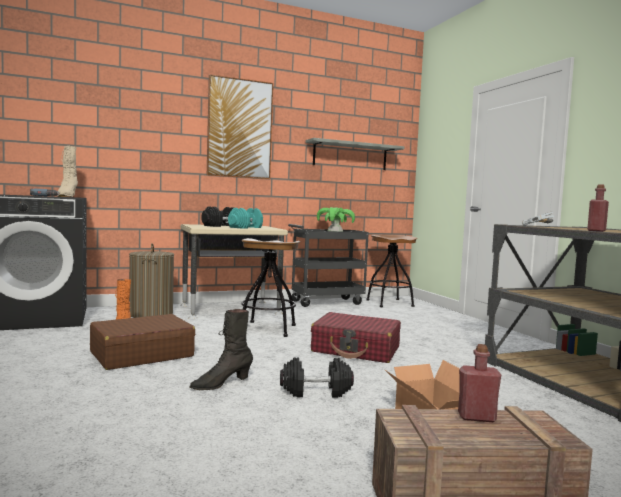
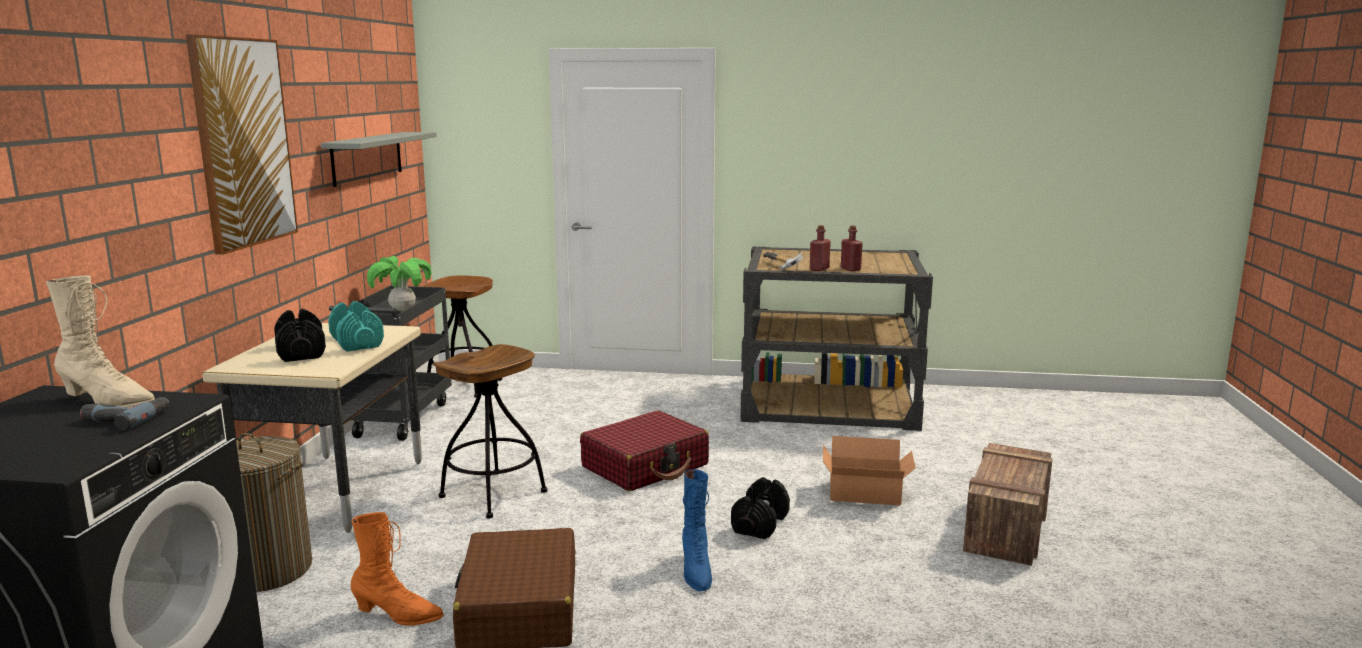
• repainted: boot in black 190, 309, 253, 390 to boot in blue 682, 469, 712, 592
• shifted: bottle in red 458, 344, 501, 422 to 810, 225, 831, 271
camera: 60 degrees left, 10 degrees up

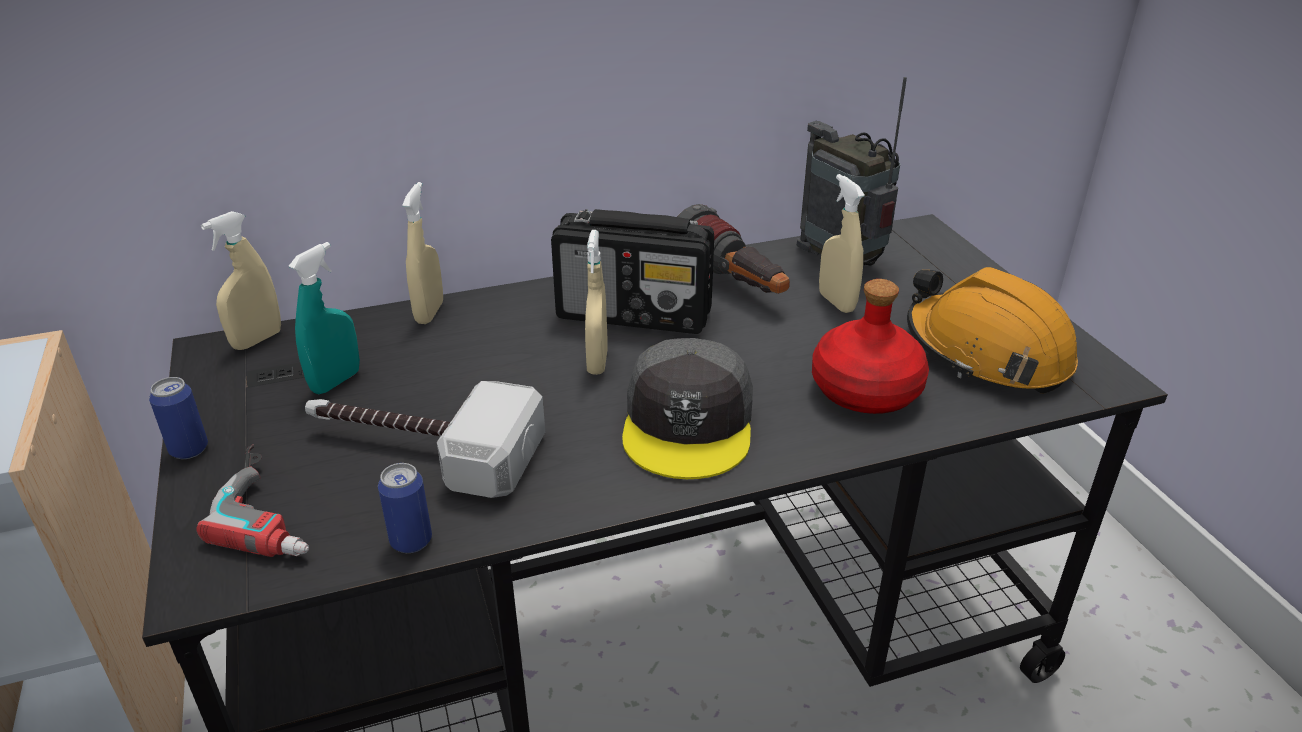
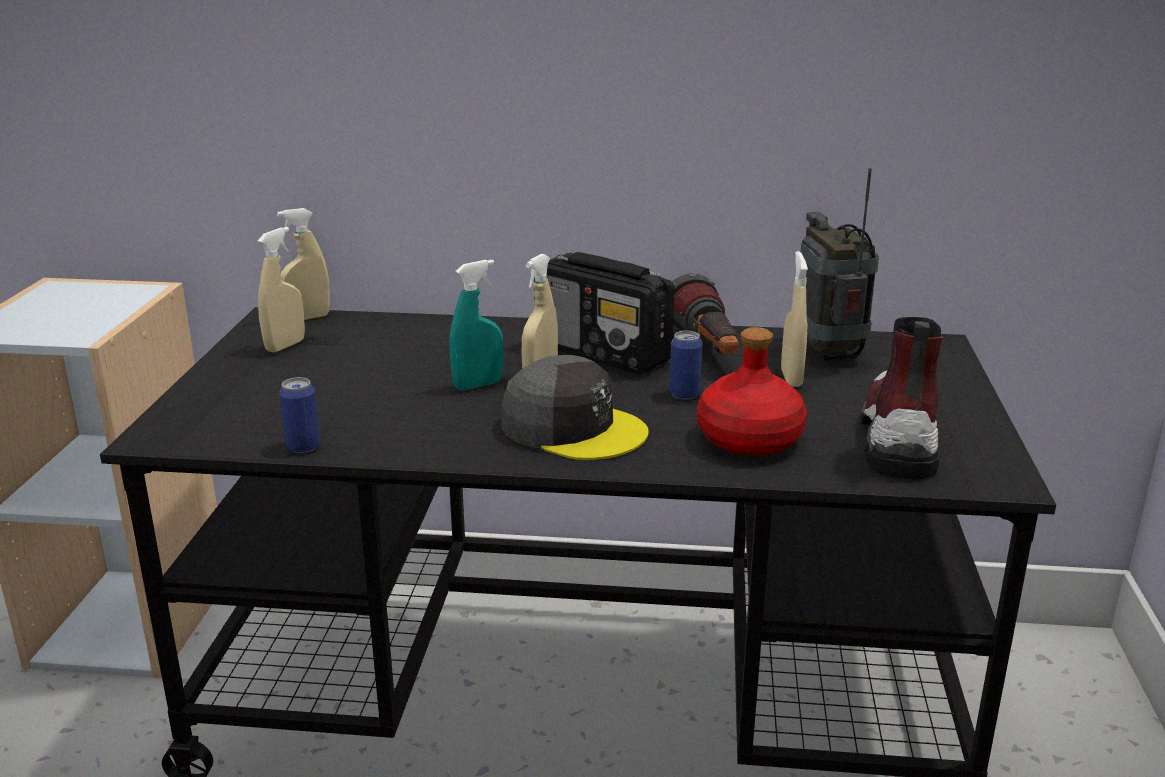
• shifted: can 149, 377, 208, 459 to 669, 331, 702, 400
• gone: power drill 196, 445, 309, 557
• shifted: spray bottle in turquoise 289, 242, 360, 394 to 450, 259, 504, 390
• gone: hammer 305, 381, 545, 498
• shifted: spray bottle in beige 402, 182, 443, 324 to 258, 227, 305, 353
• rotated: cap in grey 622, 338, 753, 479 = 501, 355, 649, 460 90 degrees counterclockwise
• swapped: hard hat in orange 907, 267, 1078, 394 to boot 860, 317, 943, 479
camera: 25 degrees right, 10 degrees down

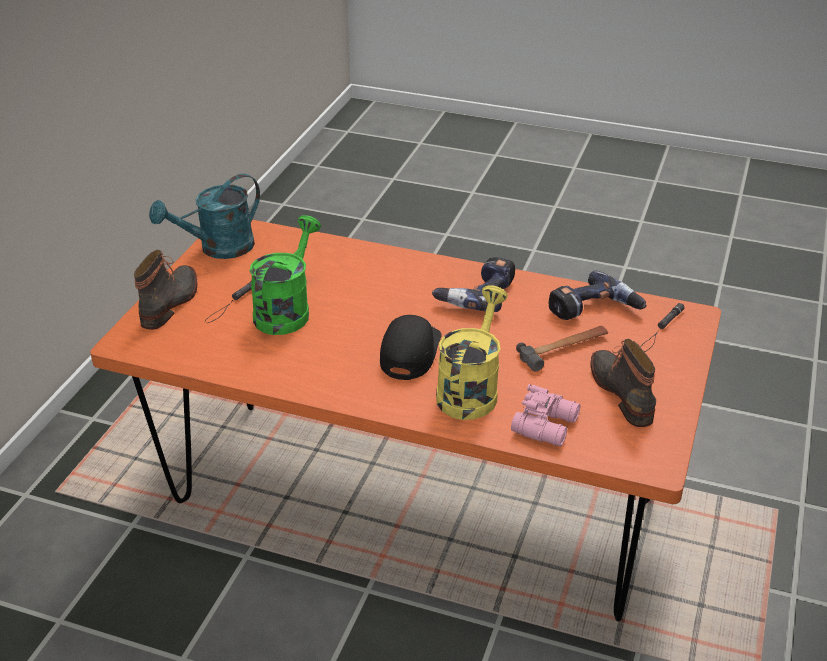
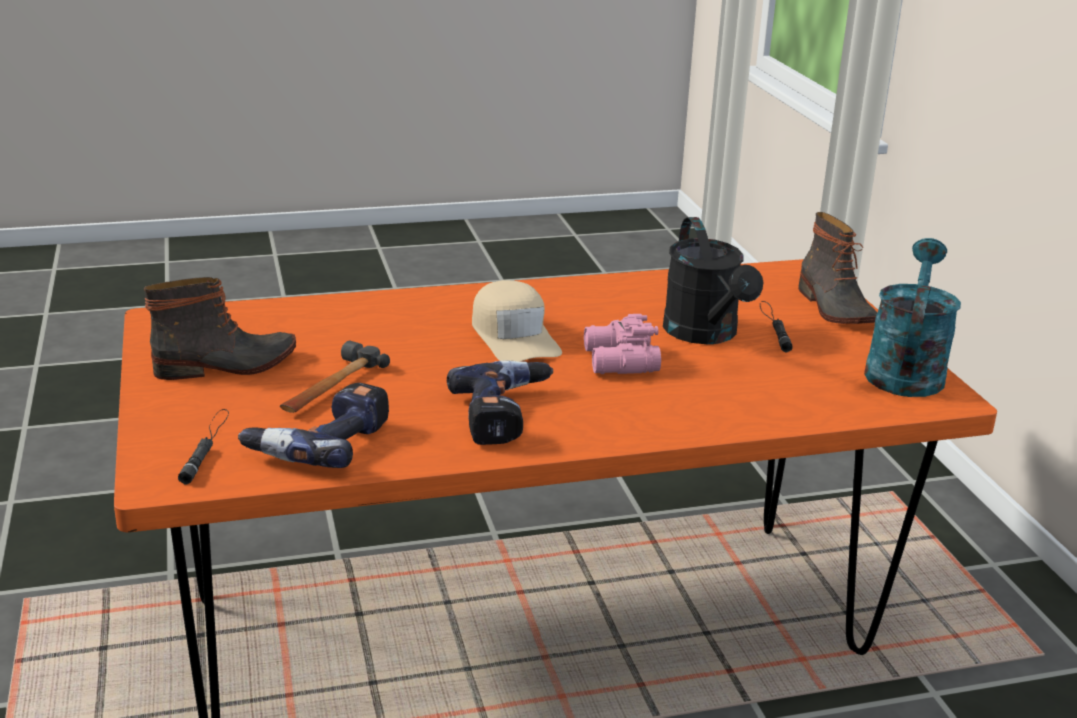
• repainted: watering can in green 250, 215, 321, 335 to watering can in black 663, 217, 763, 344
• repainted: cap in black 380, 315, 442, 380 to cap in beige 472, 280, 562, 361
• gone: watering can in yellow 436, 286, 508, 420
• shifted: binoculars in pink 511, 384, 580, 446 to 584, 314, 661, 374
• rotated: boot 591, 339, 656, 427 = 143, 277, 296, 380 60 degrees counterclockwise
camera: 145 degrees right, 10 degrees down

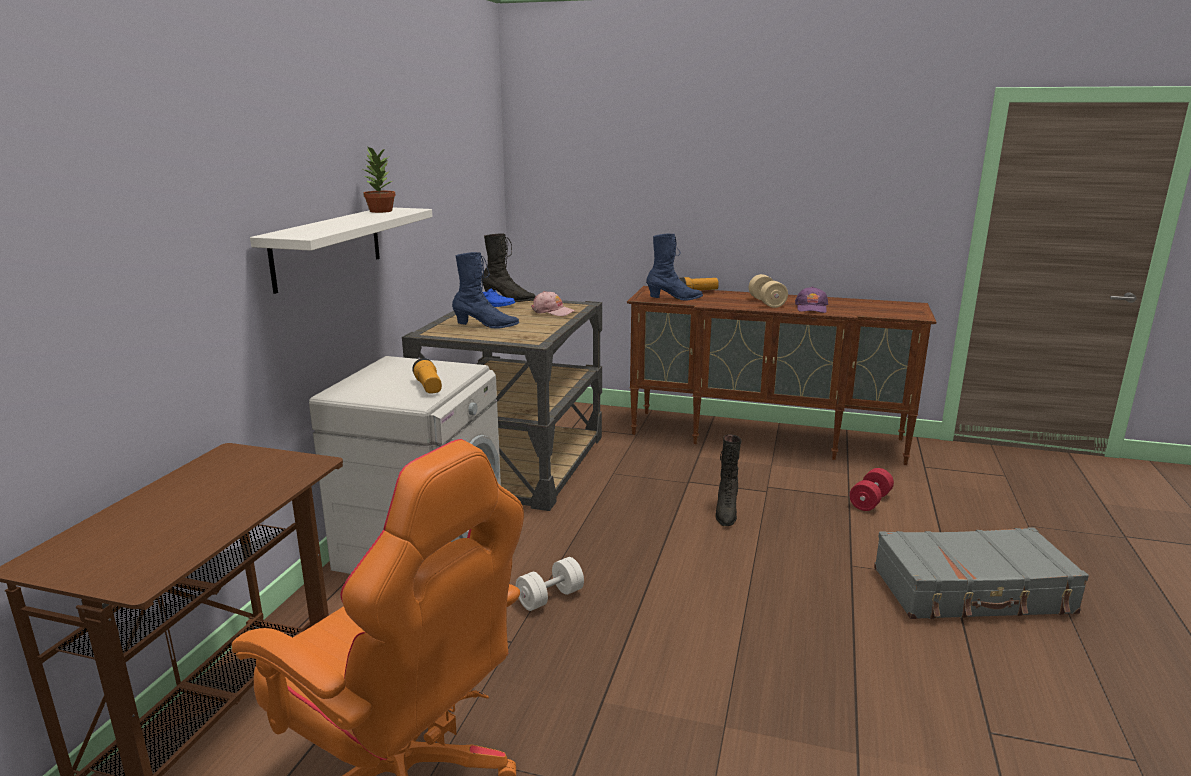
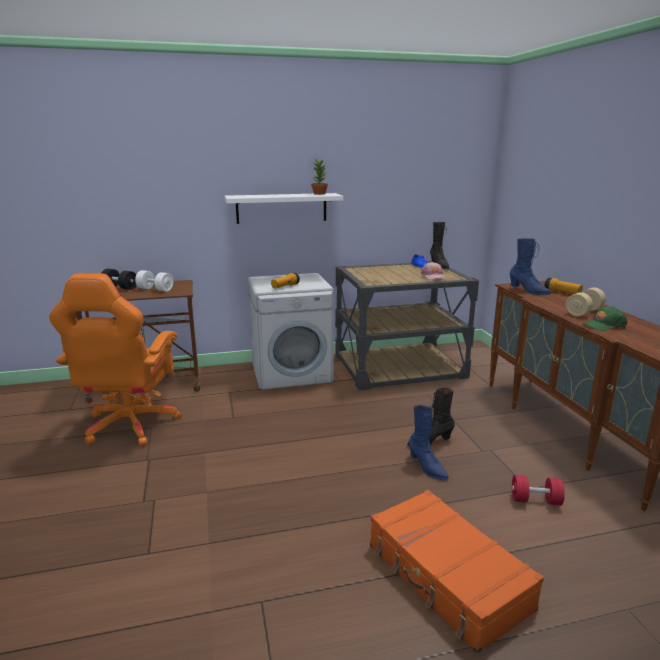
• shifted: boot in blue 452, 252, 519, 329 to 409, 405, 448, 480
• shifted: dumbbell in white 516, 557, 584, 611 to 135, 270, 173, 292
• repainted: cap in purple 795, 286, 828, 313 to cap in green 582, 306, 627, 331
• repainted: suitcase in grey 874, 527, 1089, 619 to suitcase in orange 370, 490, 544, 653
• new: dumbbell in black 102, 269, 137, 290
camera: 60 degrees right, 0 degrees up

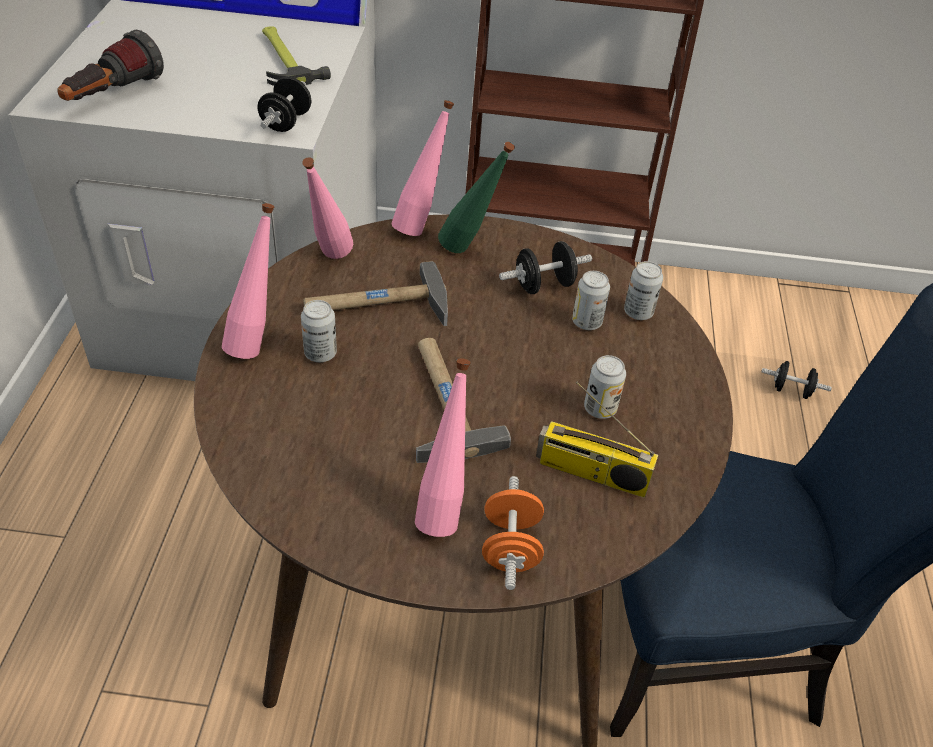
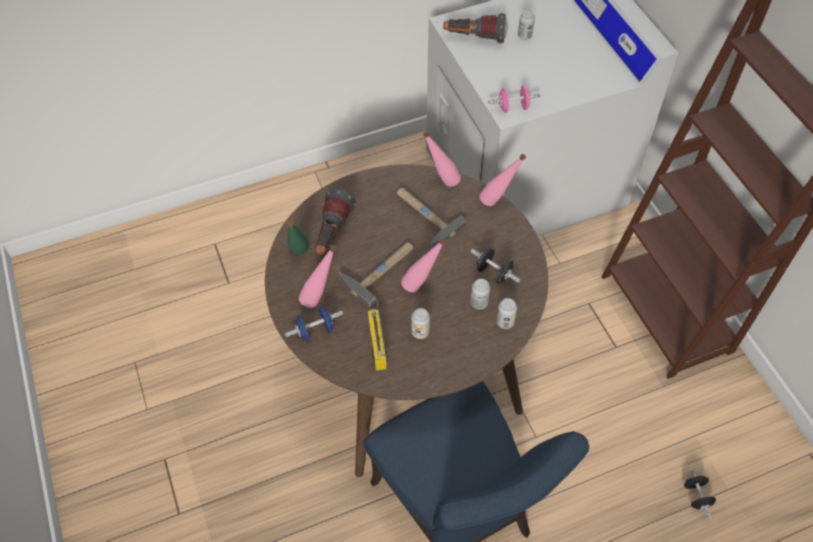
• shifted: bottle in pink 222, 203, 274, 359 to 401, 238, 446, 292
• repainted: dumbbell in black 258, 77, 311, 132 to dumbbell in pink 488, 85, 541, 113
• gone: hammer 262, 26, 331, 86
• shifted: can 301, 300, 337, 362 to 518, 10, 535, 40
• shifted: bottle in green 438, 142, 515, 253 to 287, 220, 309, 255
• repainted: dumbbell in orange 482, 476, 544, 590 to dumbbell in blue 285, 307, 343, 342
• new: flashlight 316, 188, 356, 255
camera: 65 degrees right, 10 degrees up

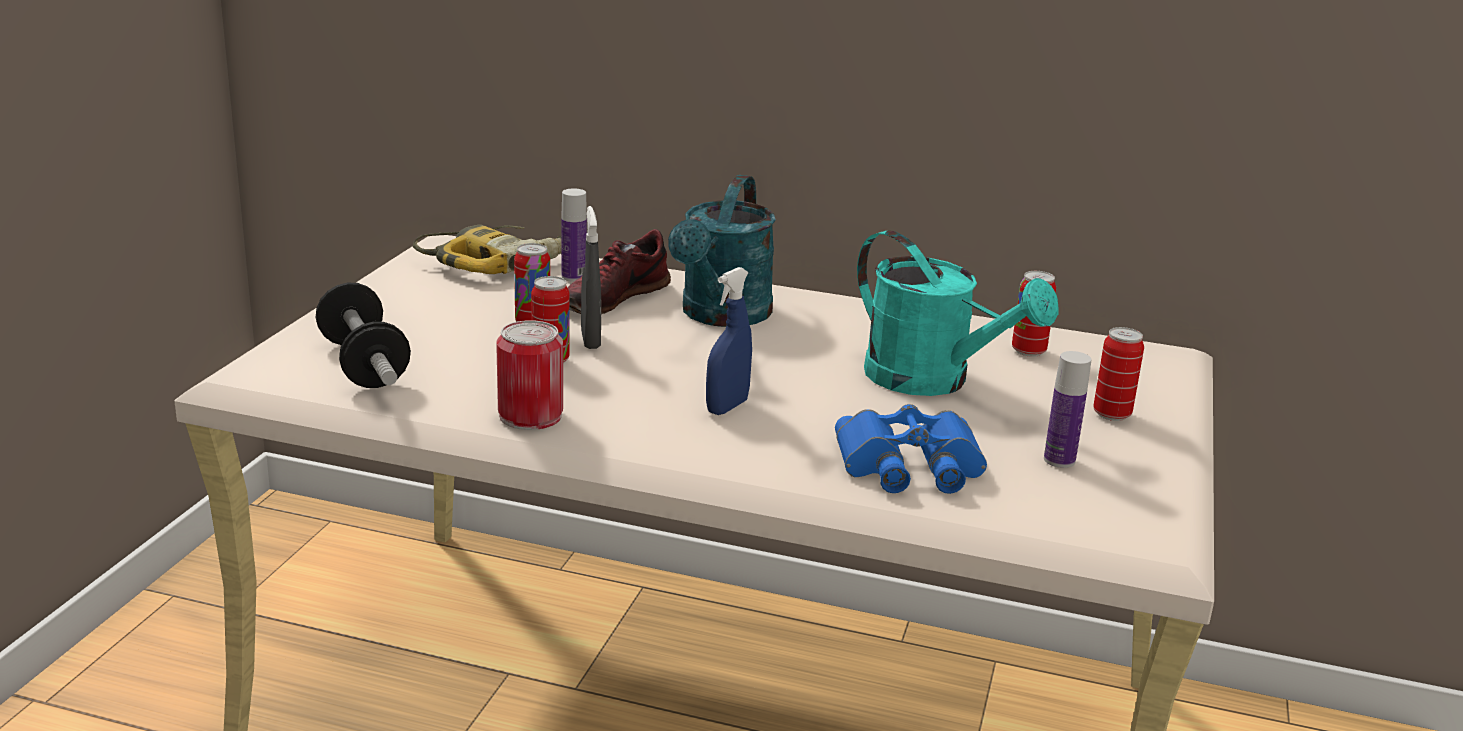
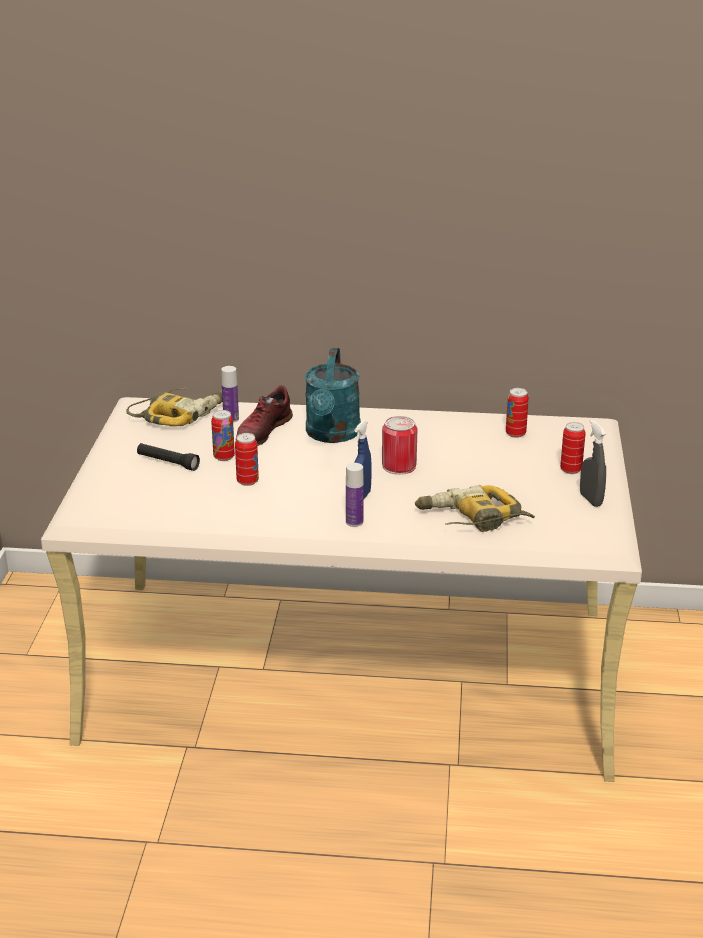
• gone: dumbbell 315, 283, 411, 388
• shifted: can 496, 320, 563, 430 to 382, 416, 418, 475
• shifted: spray bottle in grey 581, 206, 601, 349 to 580, 420, 606, 507
• swapped: binoculars in blue 835, 404, 987, 494 to power drill 415, 485, 535, 532
• gone: watering can in turquoise 857, 230, 1059, 396
• shifted: bottle 1044, 351, 1092, 468 to 346, 463, 364, 527
• new: flashlight in black 137, 443, 200, 471
camera: 10 degrees left, 5 degrees up

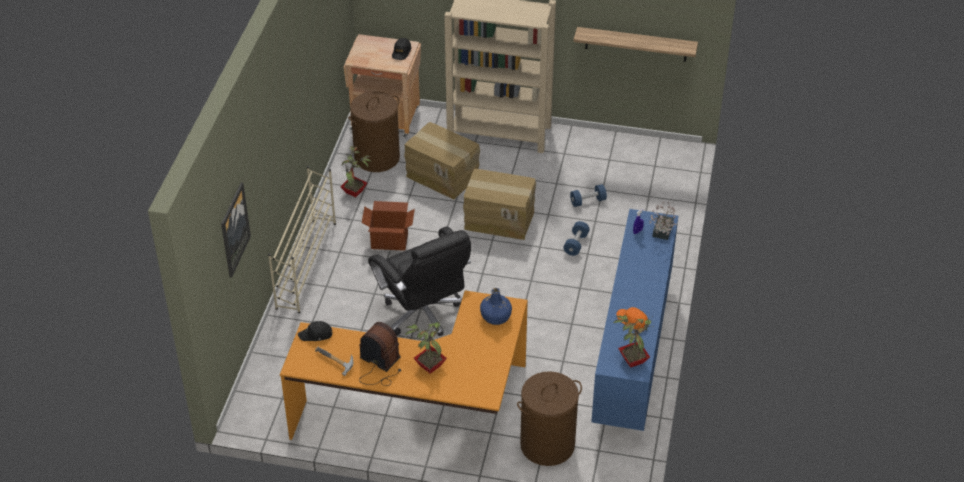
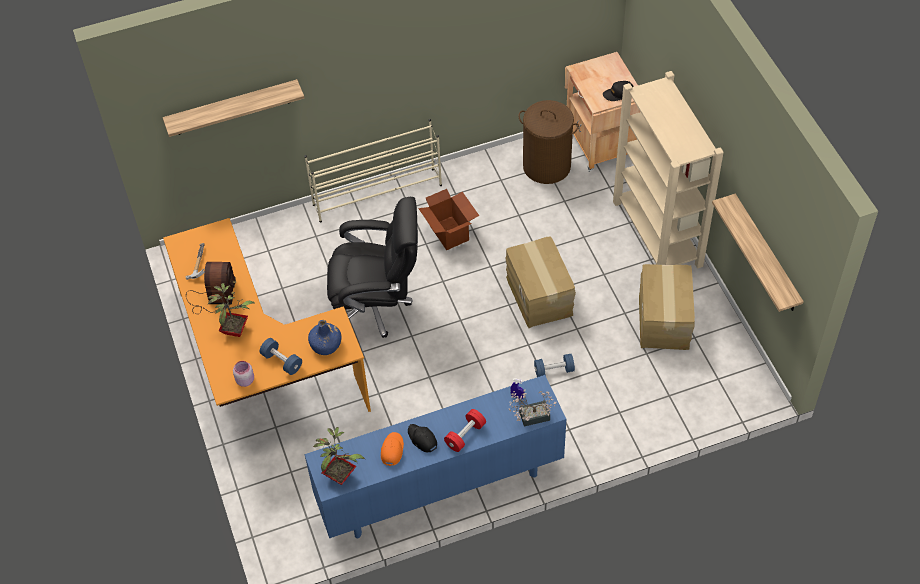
• swapped: picture 221, 182, 251, 278 to shelf 163, 79, 305, 137
• shifted: cap in black 298, 321, 332, 341 to 408, 424, 437, 452
• gone: potted plant 340, 146, 372, 197
• rotated: office chair in black 368, 227, 471, 336 = 327, 197, 418, 338 120 degrees counterclockwise
• shifted: cardboard box 404, 122, 480, 200 to 639, 264, 695, 350
• gone: laundry basket in brown 517, 371, 582, 466
• shifted: dumbbell in blue 570, 184, 607, 207 to 259, 338, 302, 375
• new: jar in pink 233, 361, 254, 387
• new: dumbbell in red 444, 409, 486, 452
camera: 60 degrees right, 10 degrees up

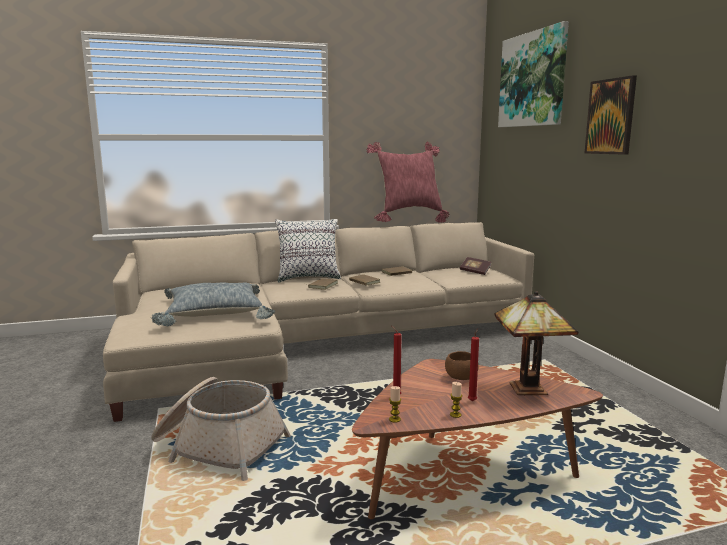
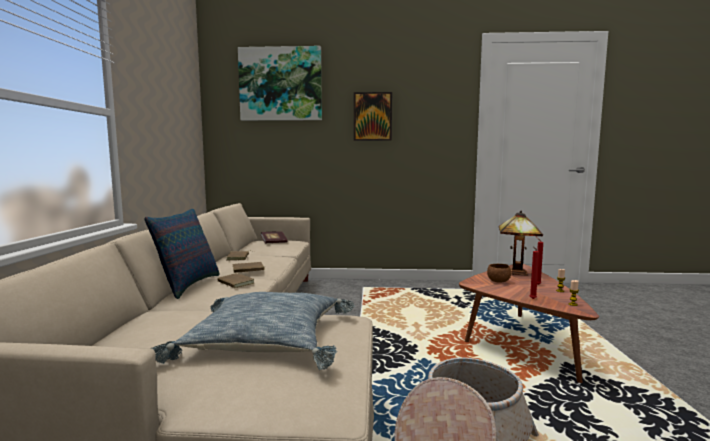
• repainted: pillow in white 275, 219, 341, 283 to pillow in blue 144, 209, 220, 299
• gone: pillow in red 366, 142, 450, 223
camera: 70 degrees left, 5 degrees down

